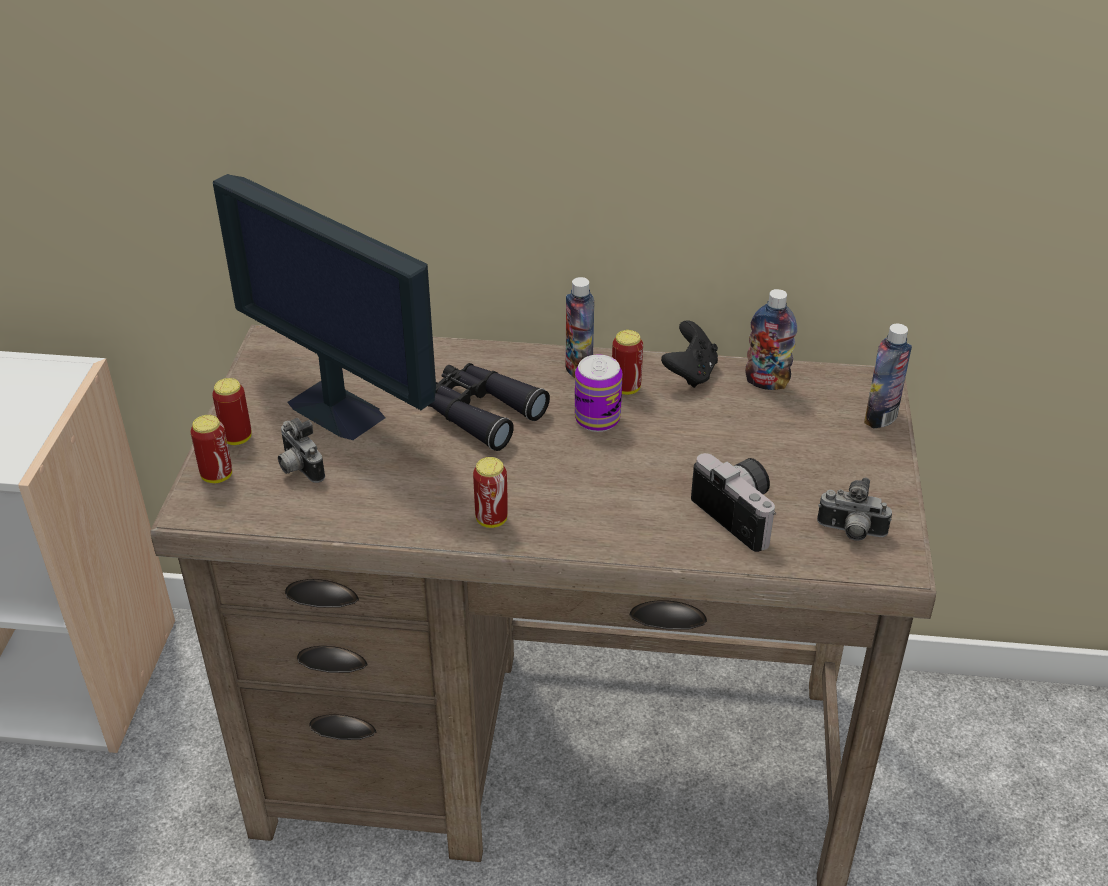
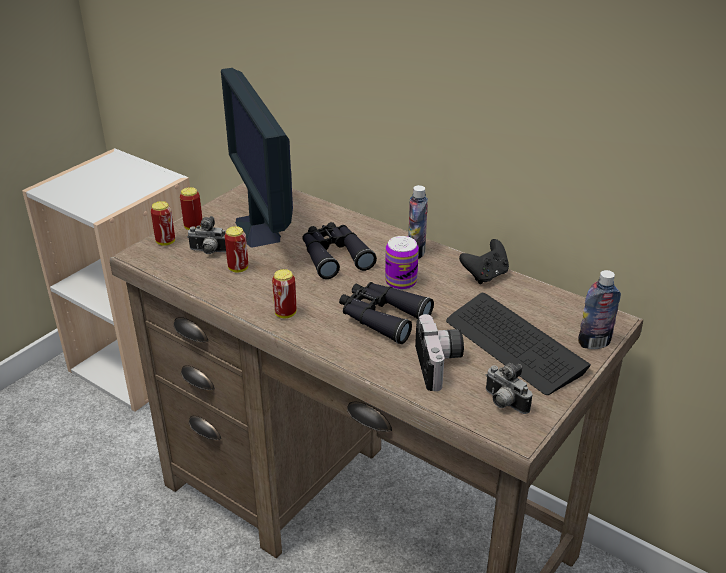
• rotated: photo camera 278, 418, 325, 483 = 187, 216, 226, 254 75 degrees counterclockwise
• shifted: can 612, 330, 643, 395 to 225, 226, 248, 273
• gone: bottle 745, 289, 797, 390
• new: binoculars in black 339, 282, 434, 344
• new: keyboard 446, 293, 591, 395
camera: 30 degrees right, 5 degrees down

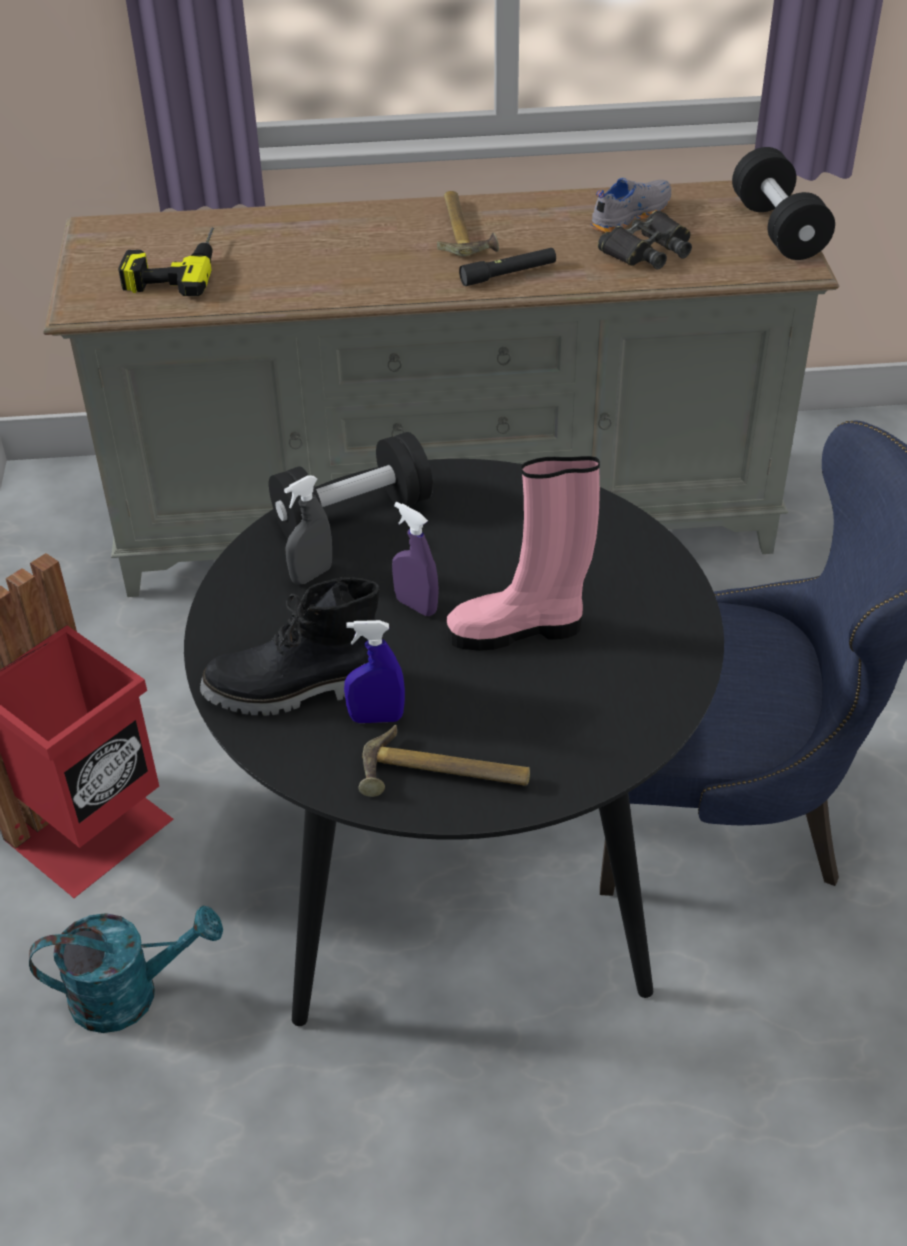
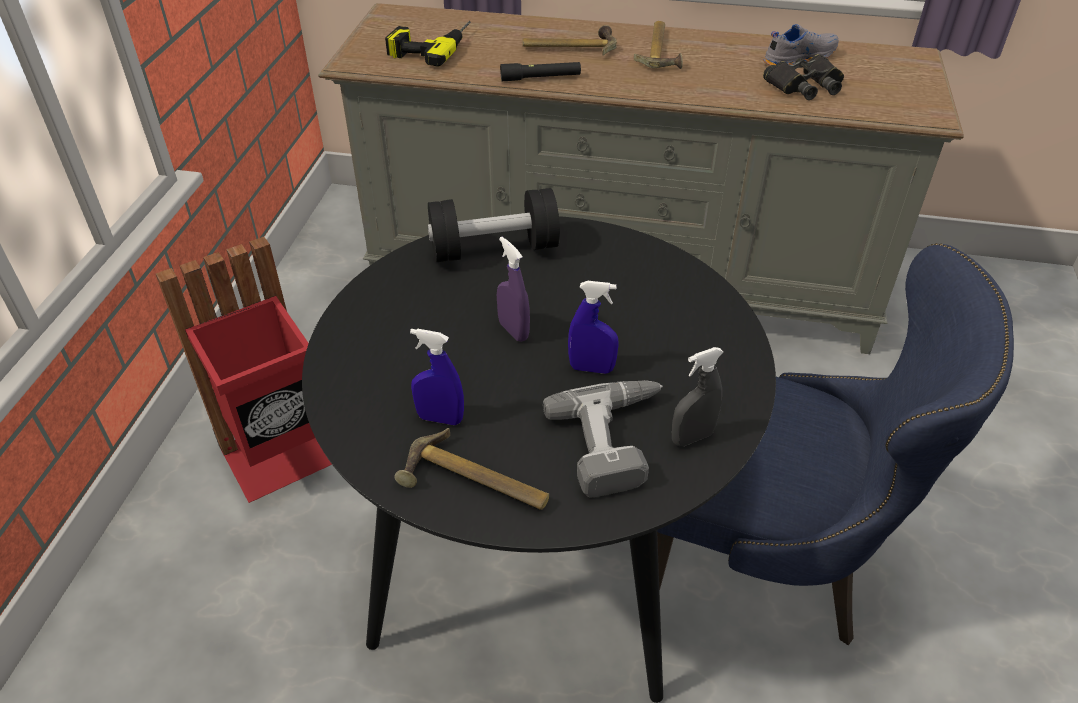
• gone: watering can in turquoise 29, 906, 223, 1033
• gone: boot in black 200, 577, 379, 716
• shifted: spray bottle in grey 284, 475, 332, 585 to 672, 347, 724, 446
• swapped: boot in pink 447, 456, 600, 651 to spray bottle in blue 568, 281, 619, 374
• shifted: flashlight in black 459, 248, 556, 286 to 500, 62, 581, 81
• gone: dumbbell in black 732, 147, 835, 260
• new: hammer 522, 25, 617, 56
• new: power drill 543, 380, 663, 498
camera: 15 degrees right, 0 degrees up

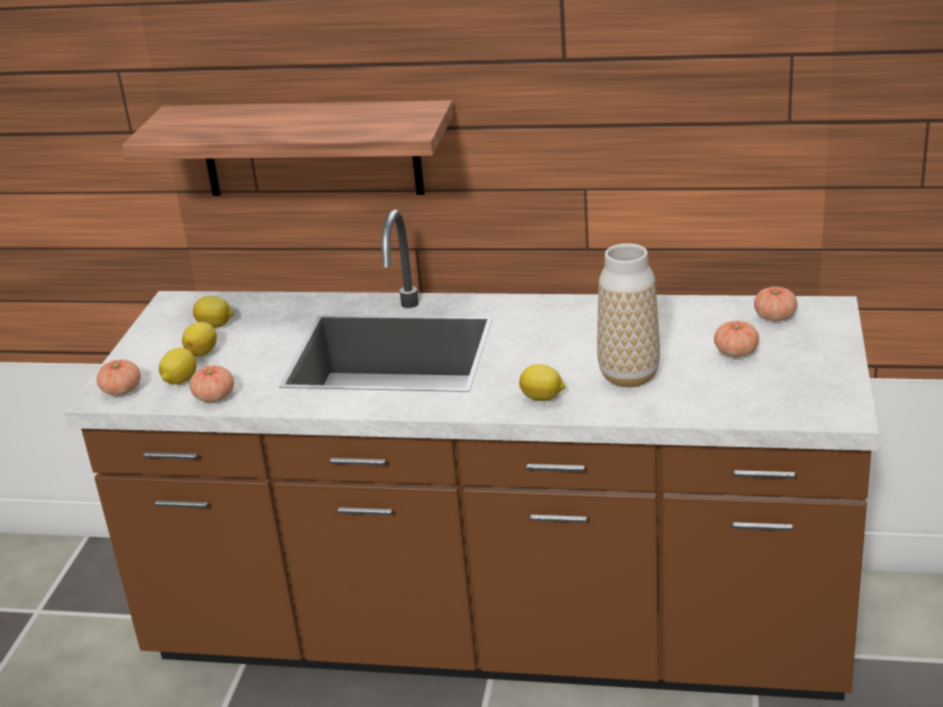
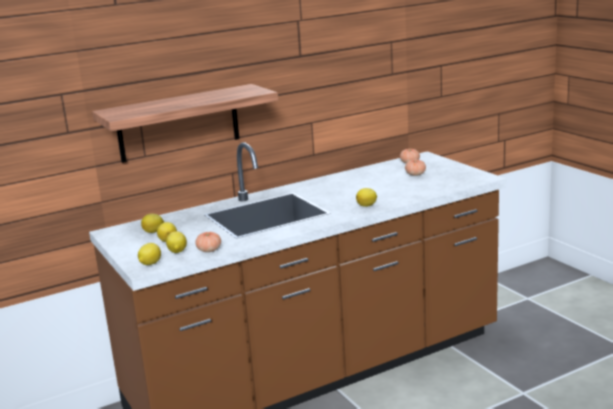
• swapped: tomato 97, 360, 141, 396 to lemon 138, 243, 161, 265
• gone: vase 597, 243, 660, 387
camera: 40 degrees left, 10 degrees down

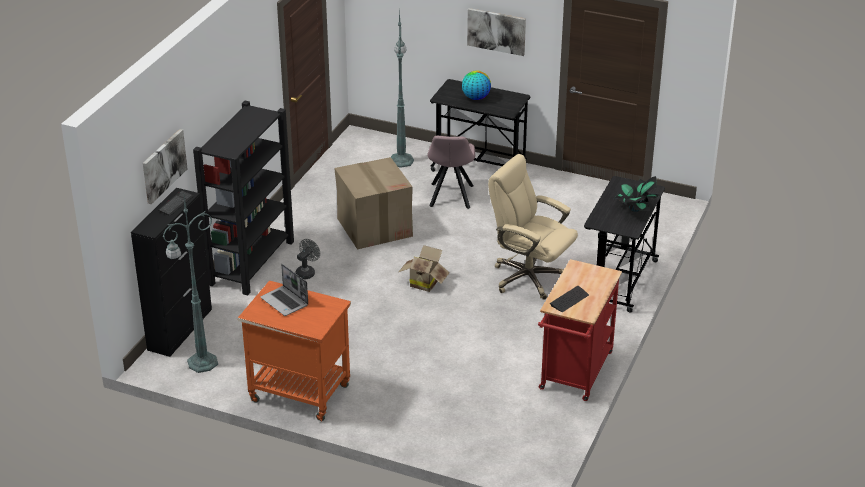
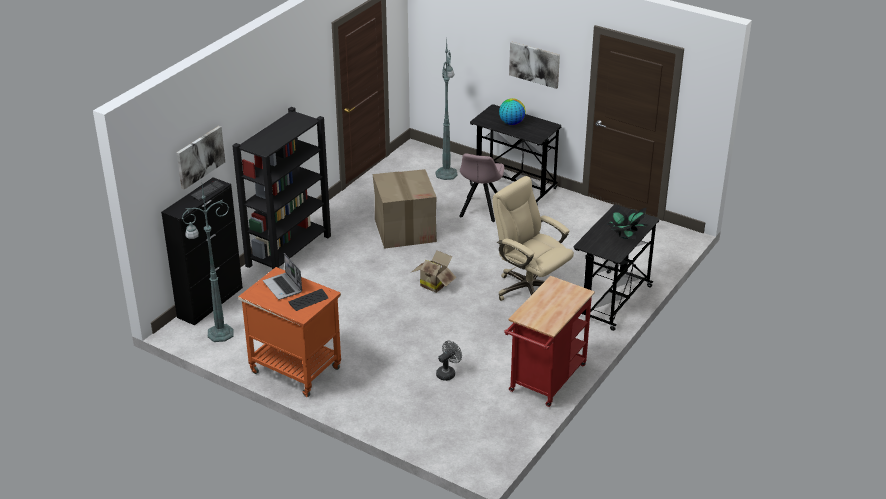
• shifted: fan in grey 296, 239, 320, 279 to 436, 341, 462, 381
• shifted: keyboard 550, 286, 589, 312 to 289, 289, 328, 311
camera: 10 degrees right, 0 degrees up

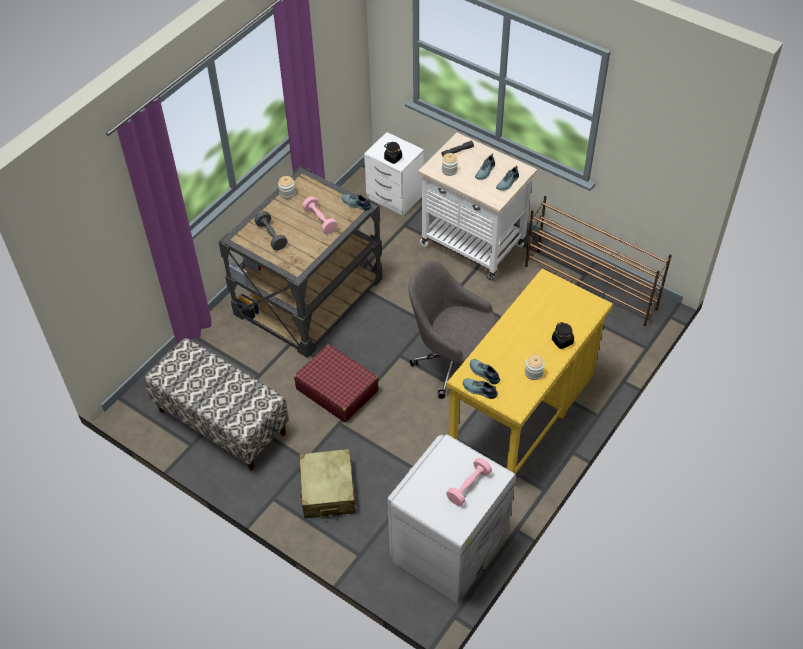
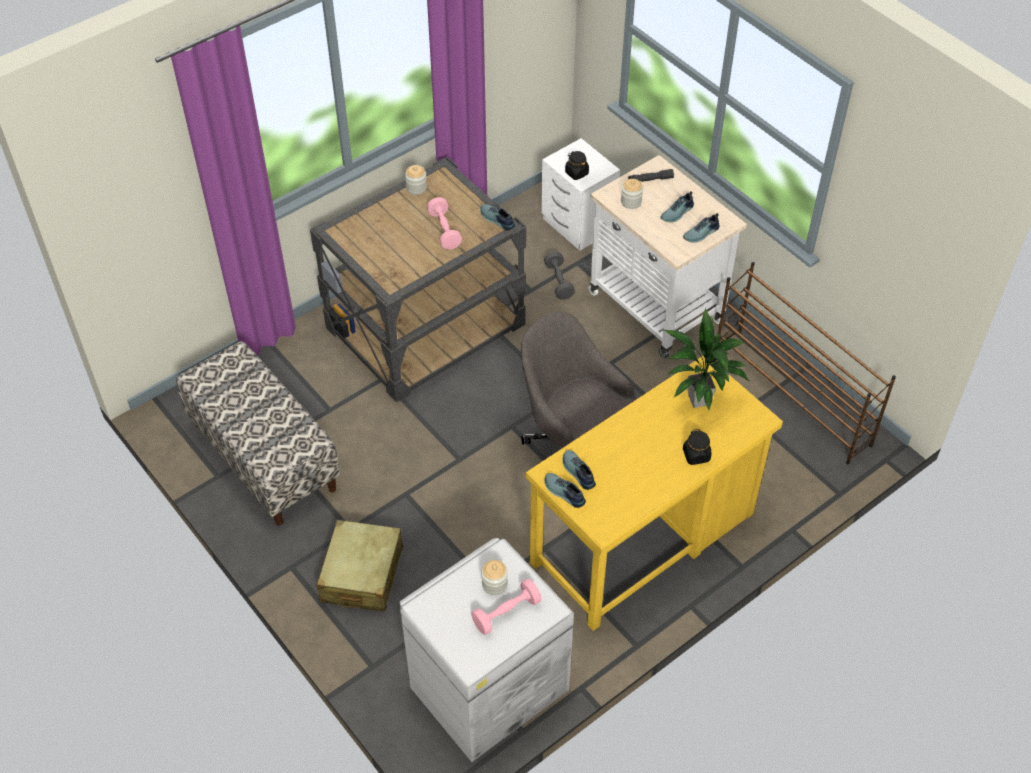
• shifted: dumbbell in grey 255, 211, 287, 250 to 544, 252, 575, 300
• gone: suitcase in red 294, 345, 379, 422
• shifted: jar 525, 355, 545, 380 to 481, 560, 508, 595
• new: potted plant 664, 308, 749, 410
camera: 15 degrees right, 0 degrees up

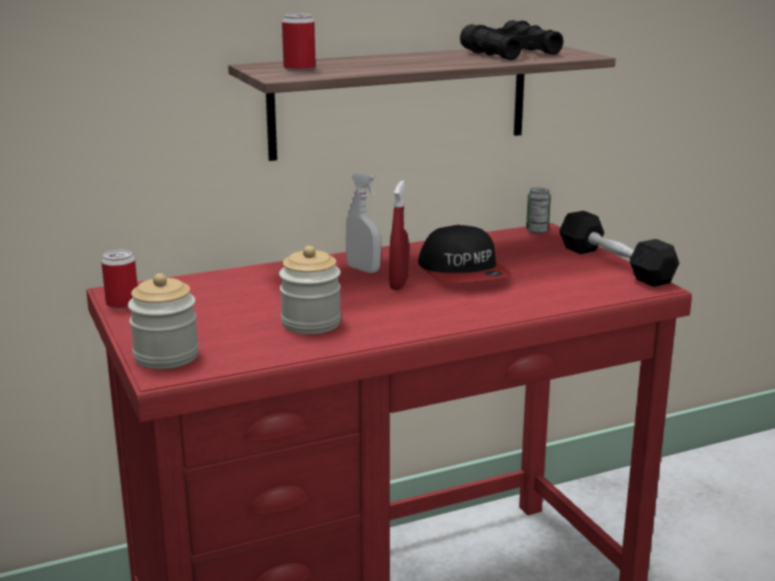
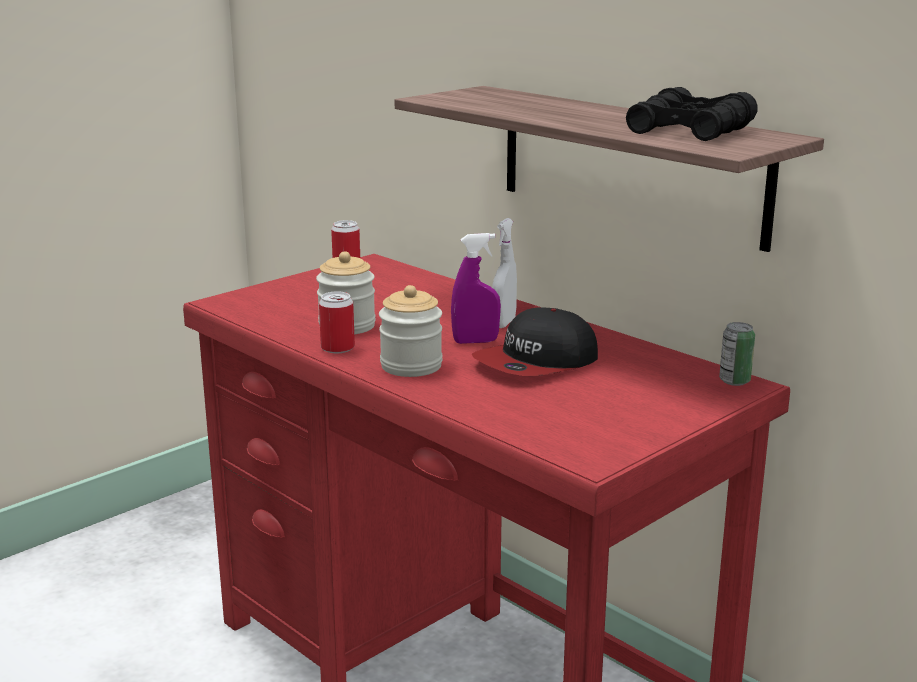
• shifted: jar 128, 273, 199, 369 to 379, 285, 443, 377
• shifted: can 282, 13, 316, 71 to 319, 291, 355, 353
• repainted: spray bottle in red 389, 180, 409, 290 to spray bottle in purple 451, 233, 501, 344
• gone: dumbbell in black 559, 211, 680, 287
camera: 70 degrees right, 0 degrees up

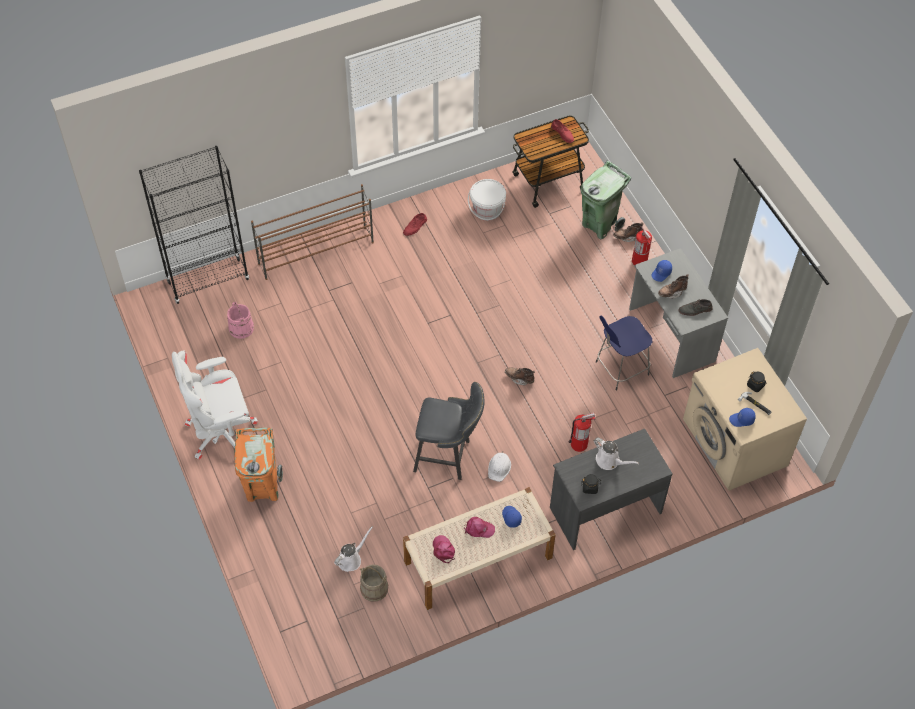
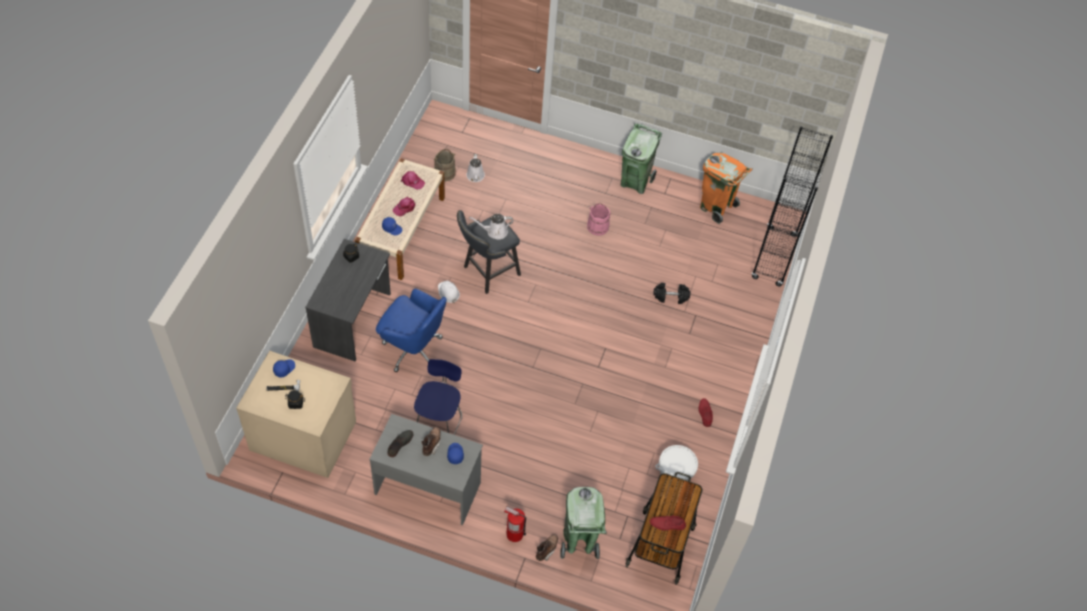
• swapped: office chair in white 172, 351, 258, 460 to trash can in green 621, 123, 662, 194
• shifted: bucket in pink 227, 302, 254, 339 to 587, 203, 612, 235
• shifted: trash can in orange 234, 427, 283, 502 to 700, 153, 753, 224
• gone: shoe rack in brown 251, 184, 374, 280
• gone: boot in brown 505, 368, 535, 386
• swapped: fire extinguisher 569, 413, 595, 452 to office chair in blue 376, 289, 447, 372
• shifted: watering can in white 594, 437, 639, 470 to 469, 214, 513, 239
• new: dumbbell in black 653, 283, 690, 304
camera: 130 degrees right, 0 degrees up

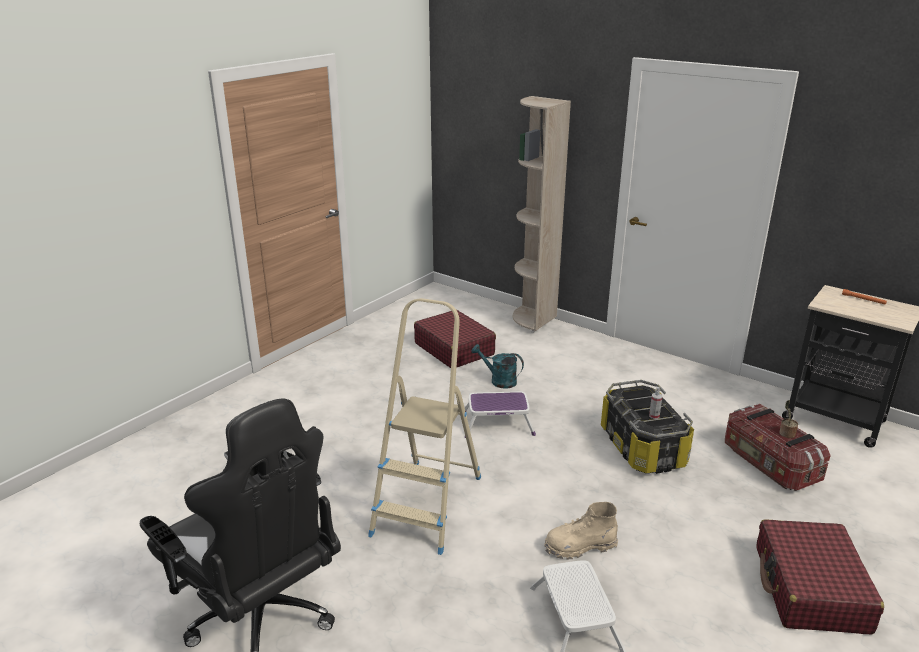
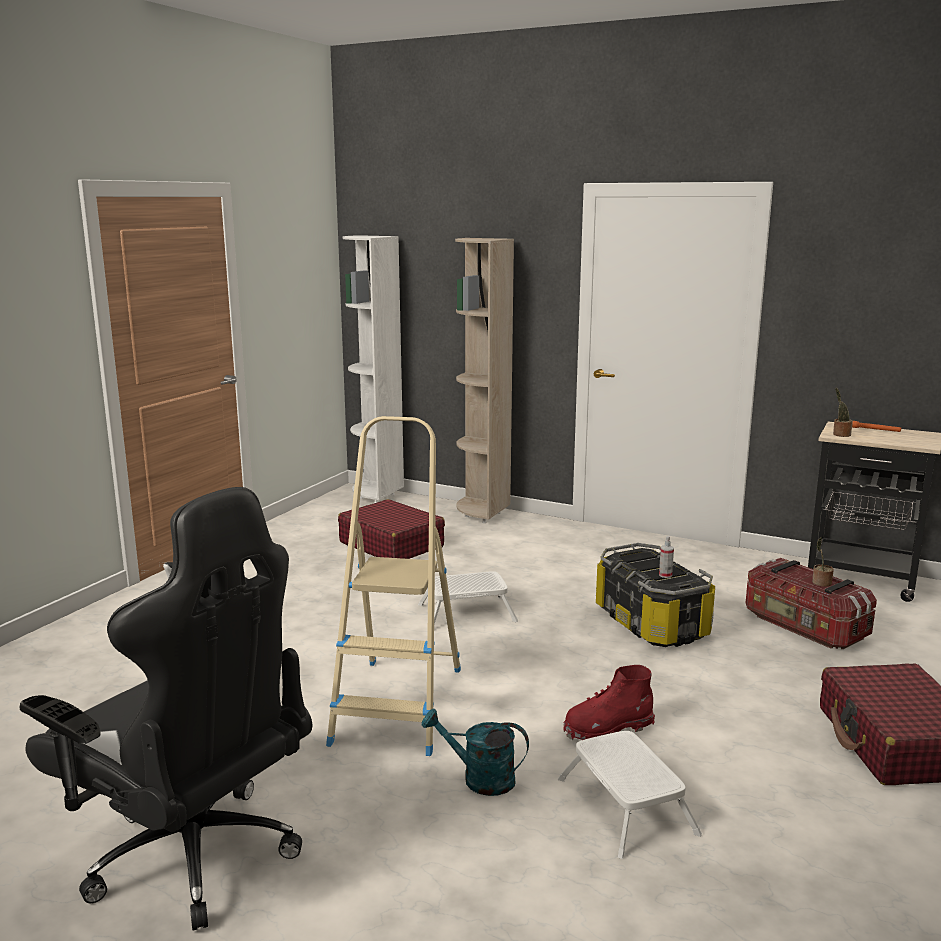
• repainted: step ladder in purple 465, 391, 536, 438 to step ladder in white 418, 571, 518, 624
• shifted: watering can in turquoise 471, 344, 524, 389 to 422, 709, 529, 796
• repainted: boot in beige 544, 502, 618, 560 to boot in red 563, 665, 655, 740
• new: bookcase in white 342, 235, 404, 503
• new: potted plant 833, 388, 853, 437
camera: 10 degrees left, 10 degrees down

